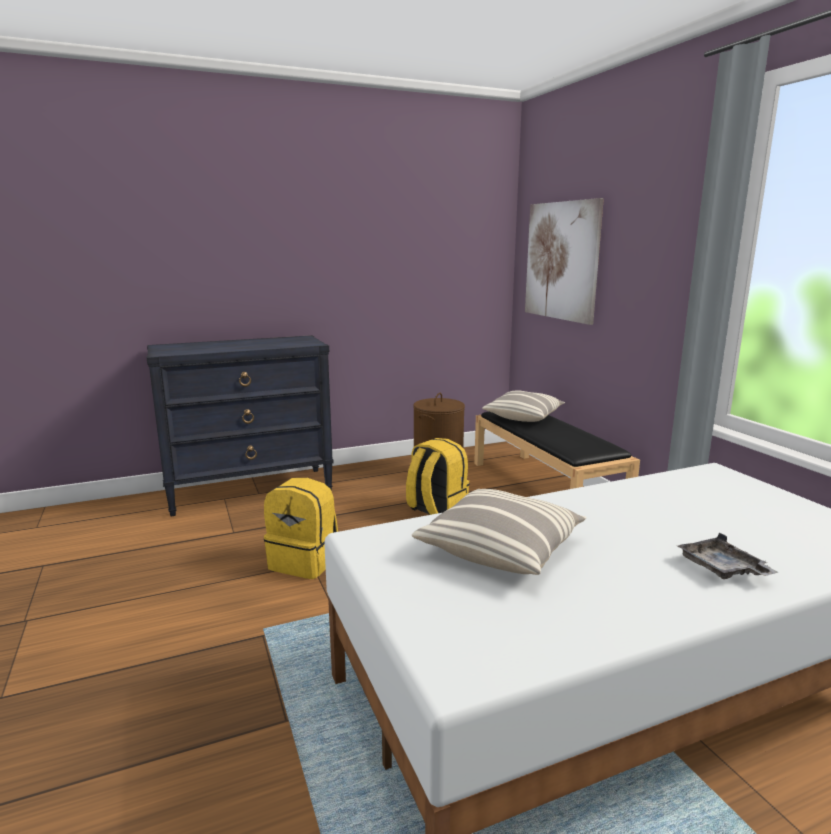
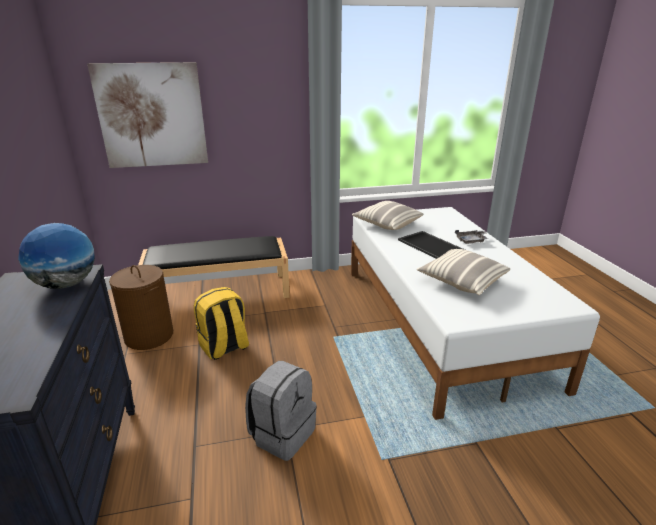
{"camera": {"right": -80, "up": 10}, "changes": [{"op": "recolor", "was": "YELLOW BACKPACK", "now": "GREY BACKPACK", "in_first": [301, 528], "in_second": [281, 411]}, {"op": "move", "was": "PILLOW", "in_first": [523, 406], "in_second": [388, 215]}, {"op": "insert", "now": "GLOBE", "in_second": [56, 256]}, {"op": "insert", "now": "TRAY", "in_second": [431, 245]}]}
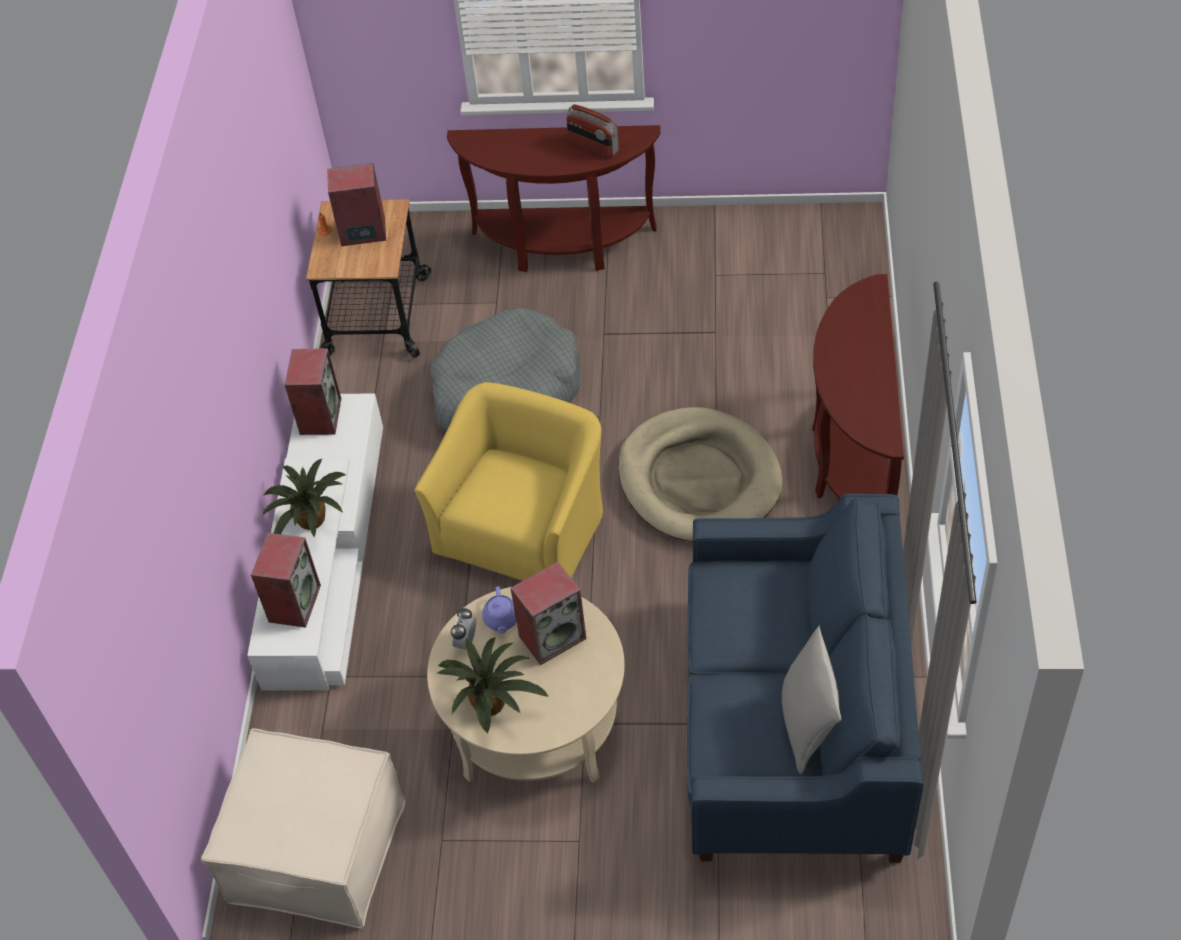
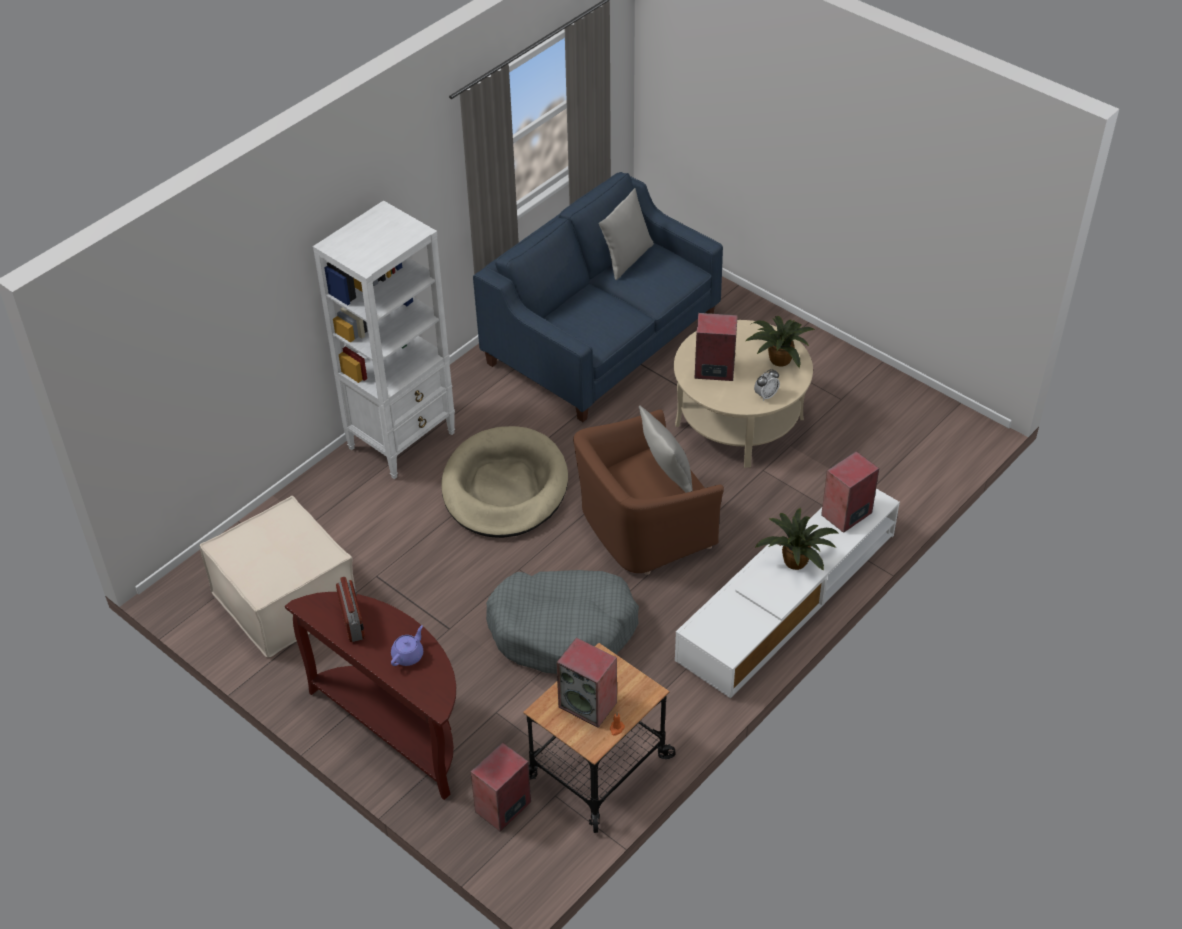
{"camera": {"right": -145, "up": -5}, "changes": [{"op": "move", "was": "BEIGE OTTOMAN", "in_first": [303, 828], "in_second": [277, 576]}, {"op": "move", "was": "SPEAKER", "in_first": [313, 391], "in_second": [501, 787]}, {"op": "recolor", "was": "YELLOW ARMCHAIR", "now": "BROWN ARMCHAIR", "in_first": [508, 481], "in_second": [648, 492]}, {"op": "move", "was": "PURPLE TEAPOT", "in_first": [499, 609], "in_second": [407, 645]}, {"op": "replace", "was": "BROWN CONSOLE TABLE", "now": "WHITE BOOKCASE", "in_first": [858, 386], "in_second": [384, 339]}, {"op": "insert", "now": "GREY PILLOW", "in_second": [665, 449]}]}
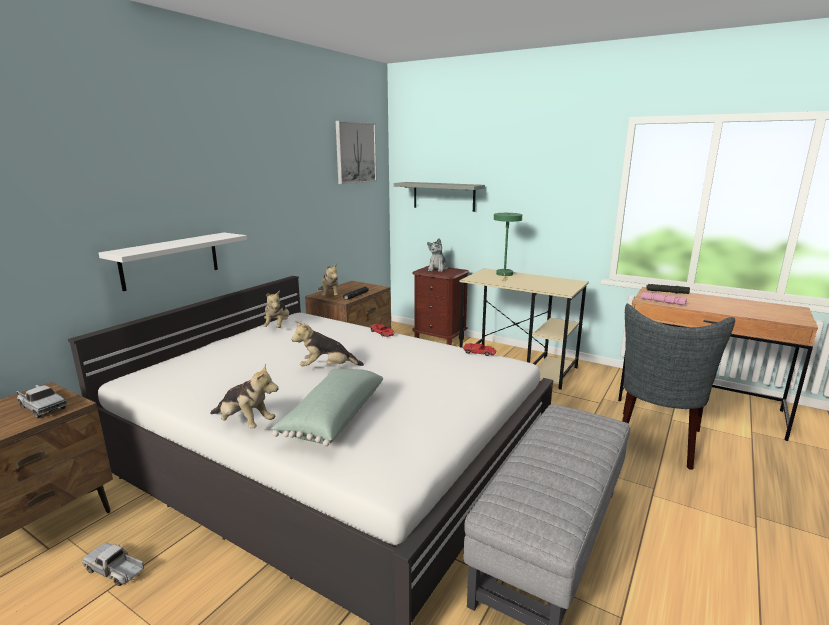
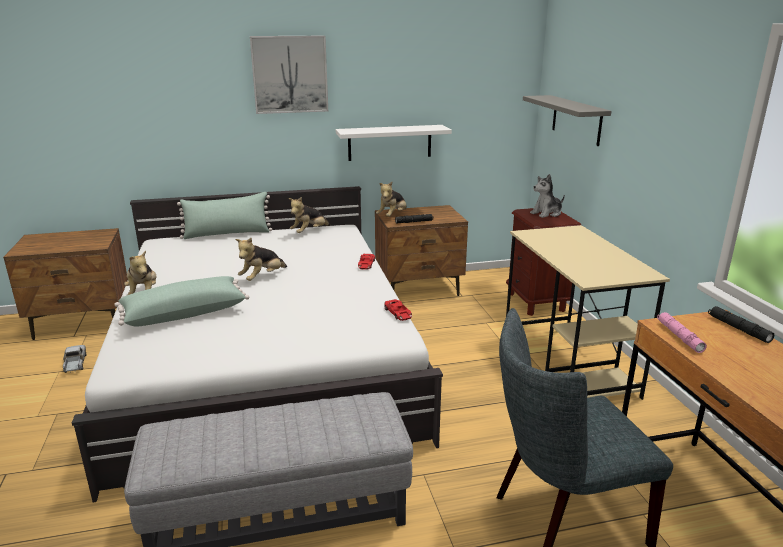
{"camera": {"right": 45, "up": 5}, "changes": [{"op": "delete", "was": "TOY TRUCK", "in_first": [42, 401]}, {"op": "move", "was": "WHITE SHELF", "in_first": [173, 261], "in_second": [394, 143]}, {"op": "rotate", "was": "PLUSH TOY", "in_first": [327, 343], "in_second": [261, 259], "clockwise": -90}, {"op": "move", "was": "PICTURE", "in_first": [356, 152], "in_second": [289, 75]}, {"op": "delete", "was": "GREEN TABLE LAMP", "in_first": [508, 247]}, {"op": "insert", "now": "GREEN PILLOW", "in_second": [224, 215]}]}
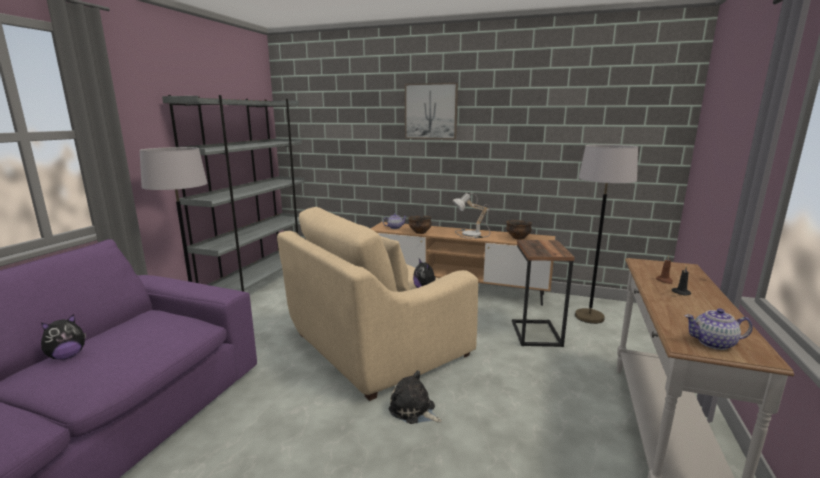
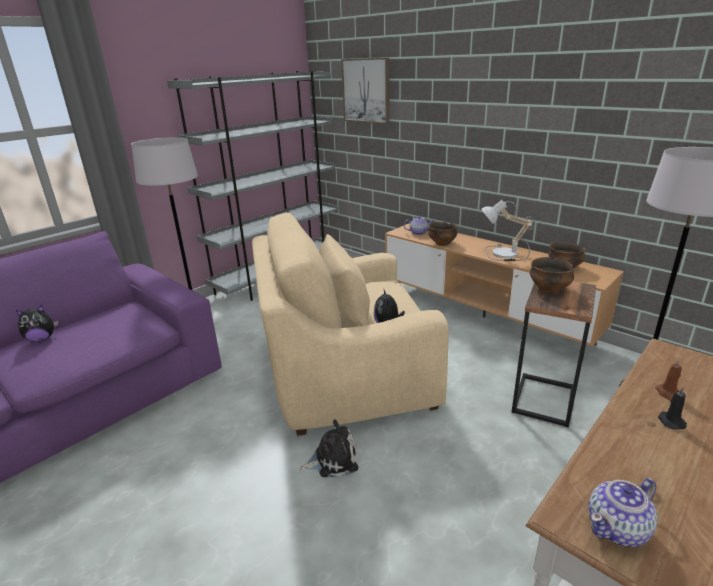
{"camera": {"right": 25, "up": 10}, "changes": [{"op": "rotate", "was": "PLUSH TOY", "in_first": [415, 397], "in_second": [329, 448], "clockwise": 105}, {"op": "move", "was": "PICTURE", "in_first": [431, 111], "in_second": [365, 91]}, {"op": "rotate", "was": "TEAPOT", "in_first": [719, 329], "in_second": [623, 512], "clockwise": -60}, {"op": "insert", "now": "BOWL", "in_second": [552, 275]}]}
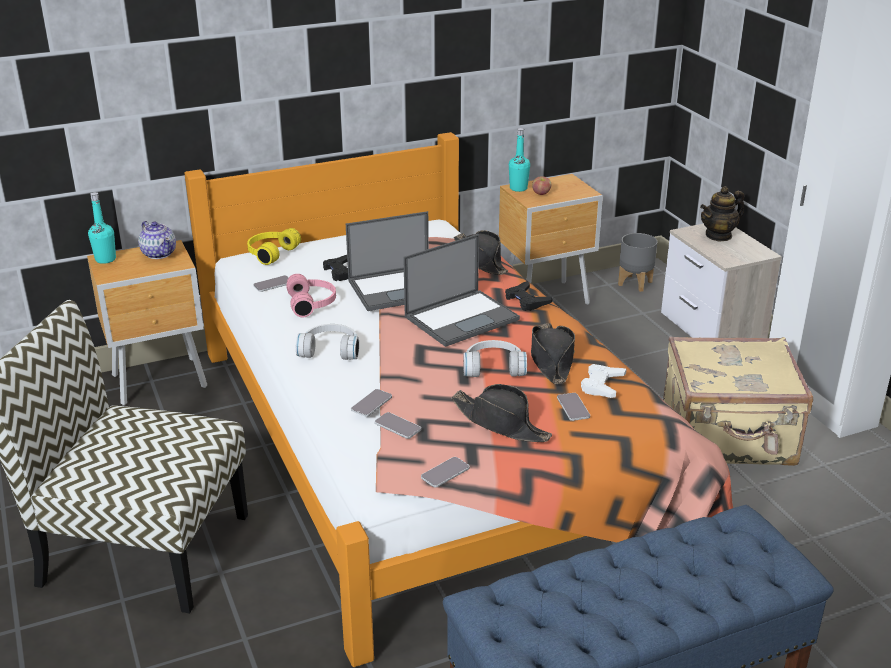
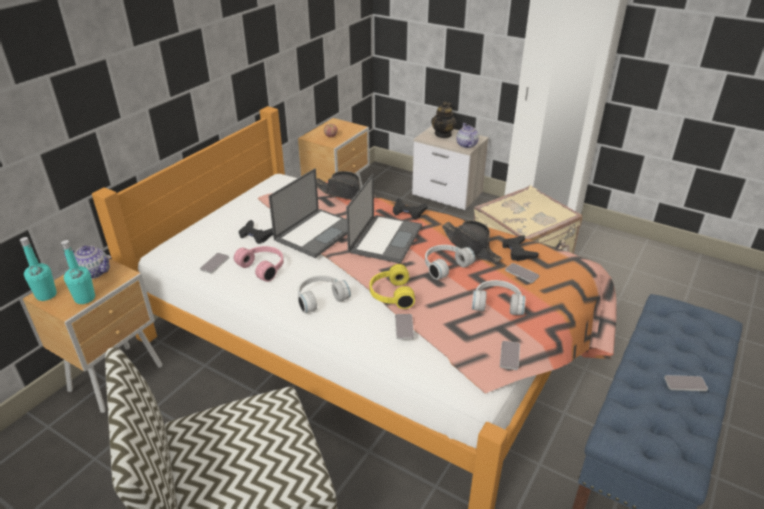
{"camera": {"right": -35, "up": 5}, "changes": [{"op": "move", "was": "YELLOW HEADPHONES", "in_first": [274, 246], "in_second": [392, 286]}, {"op": "move", "was": "PHONE", "in_first": [398, 425], "in_second": [686, 383]}, {"op": "replace", "was": "BLACK HAT", "now": "WHITE HEADPHONES", "in_first": [501, 413], "in_second": [498, 297]}, {"op": "move", "was": "TURQUOISE BOTTLE", "in_first": [519, 160], "in_second": [78, 272]}, {"op": "recolor", "was": "WHITE GAME CONTROLLER", "now": "BLACK GAME CONTROLLER", "in_first": [604, 381], "in_second": [520, 248]}, {"op": "delete", "was": "GREY PLANTER", "in_first": [637, 262]}, {"op": "insert", "now": "TEAPOT", "in_second": [467, 135]}]}
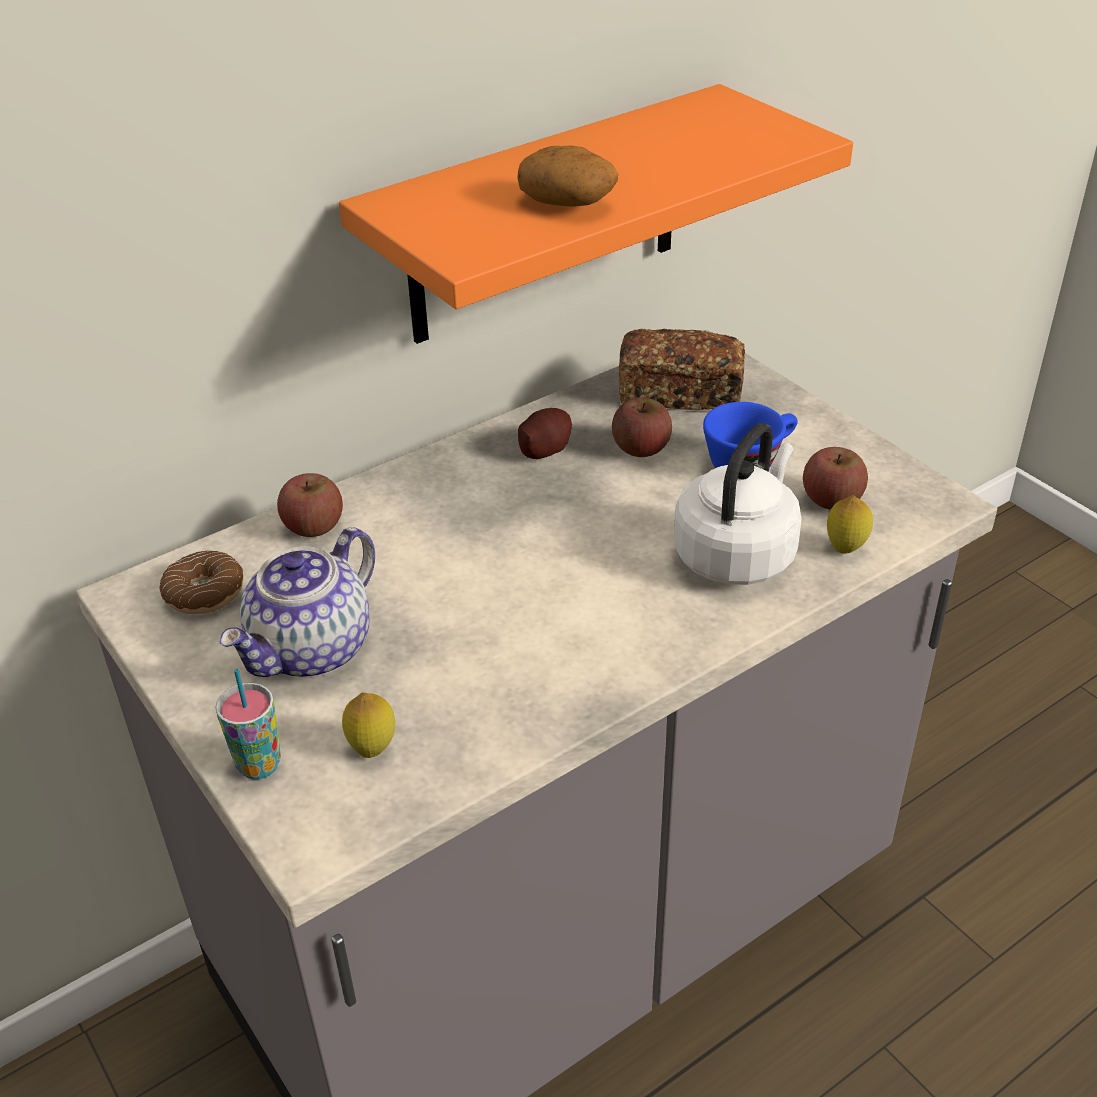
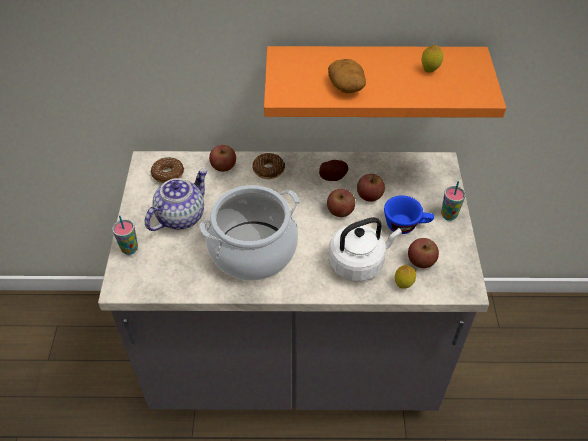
{"camera": {"right": 35, "up": 10}, "changes": [{"op": "rotate", "was": "TEAPOT", "in_first": [297, 602], "in_second": [176, 200], "clockwise": 150}, {"op": "move", "was": "LEMON", "in_first": [368, 725], "in_second": [432, 58]}, {"op": "delete", "was": "BREAD", "in_first": [682, 369]}, {"op": "insert", "now": "COOKING POT", "in_second": [249, 233]}, {"op": "insert", "now": "DONUT", "in_second": [268, 166]}, {"op": "insert", "now": "APPLE", "in_second": [341, 203]}, {"op": "insert", "now": "CUP", "in_second": [453, 201]}]}
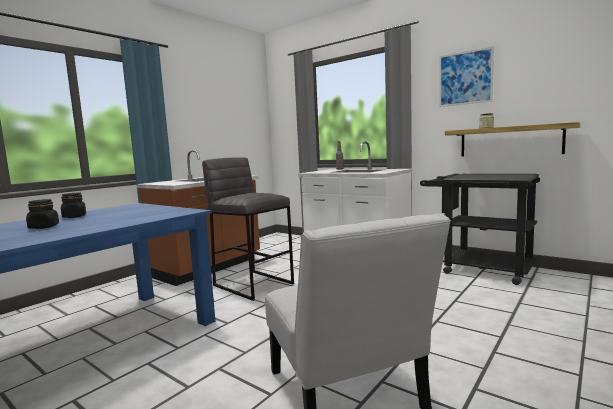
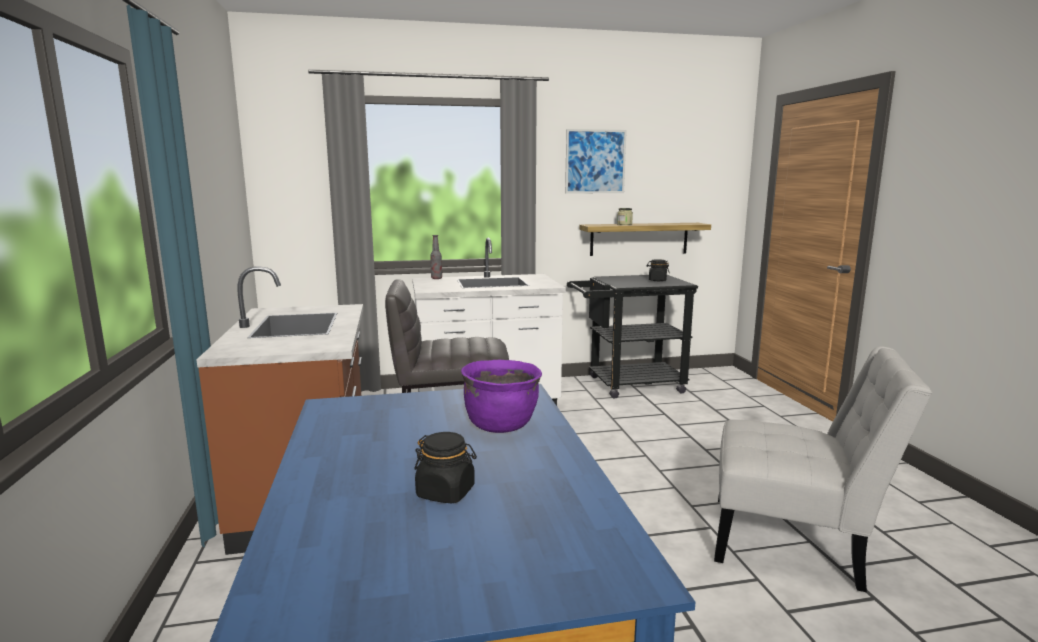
{"camera": {"right": -50, "up": 5}, "changes": [{"op": "move", "was": "BLACK JAR", "in_first": [73, 205], "in_second": [658, 270]}, {"op": "insert", "now": "PURPLE COOKING POT", "in_second": [501, 396]}]}
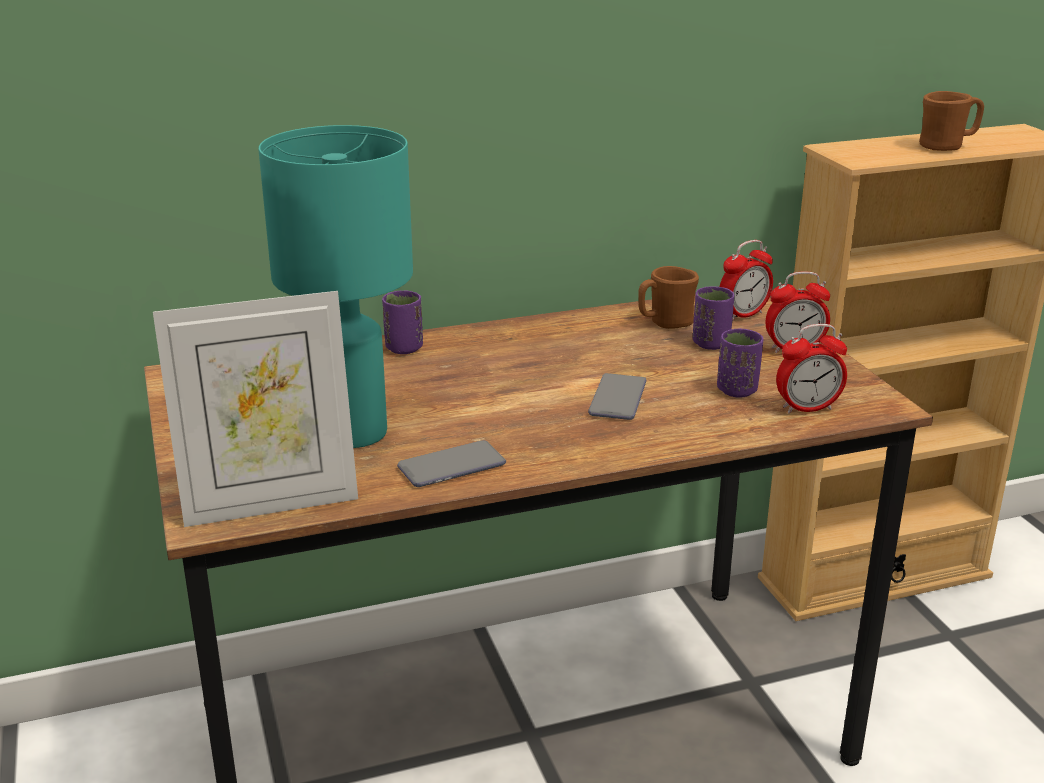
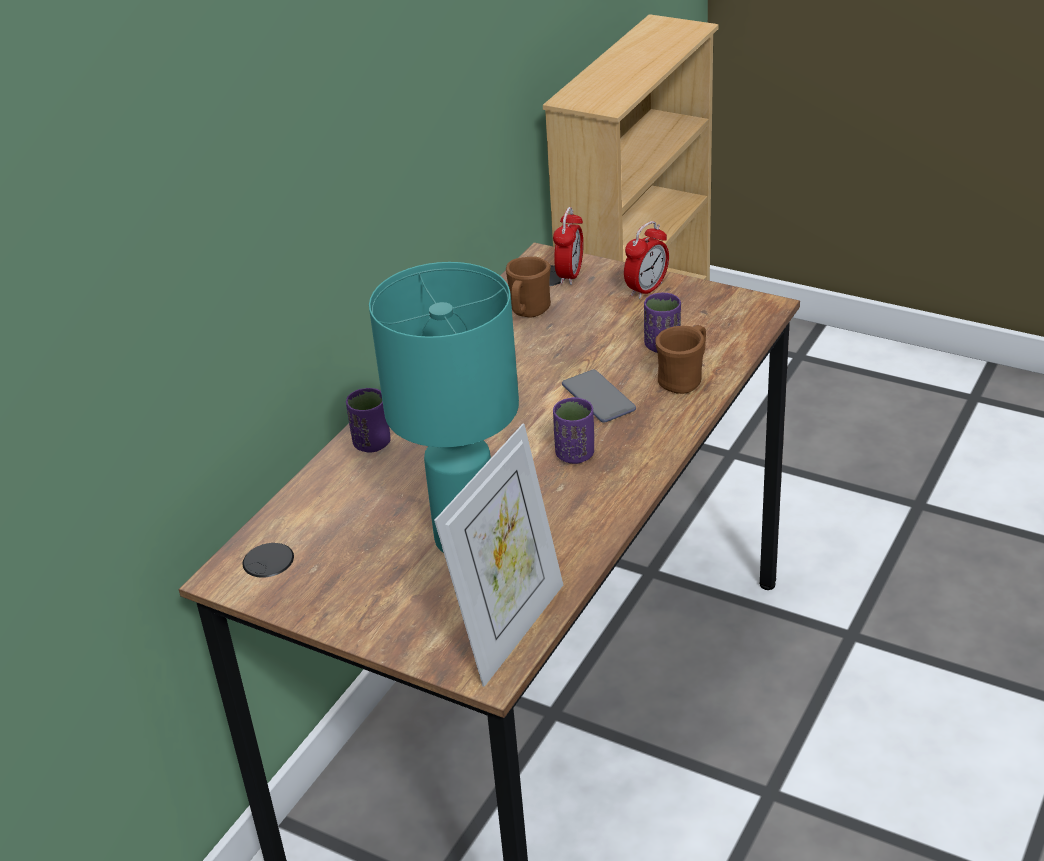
{"camera": {"right": -40, "up": 10}, "changes": [{"op": "delete", "was": "PHONE", "in_first": [451, 463]}, {"op": "move", "was": "PURPLE CUP", "in_first": [713, 318], "in_second": [573, 430]}, {"op": "delete", "was": "ALARM CLOCK", "in_first": [811, 369]}, {"op": "move", "was": "BROWN MUG", "in_first": [951, 121], "in_second": [680, 359]}]}
